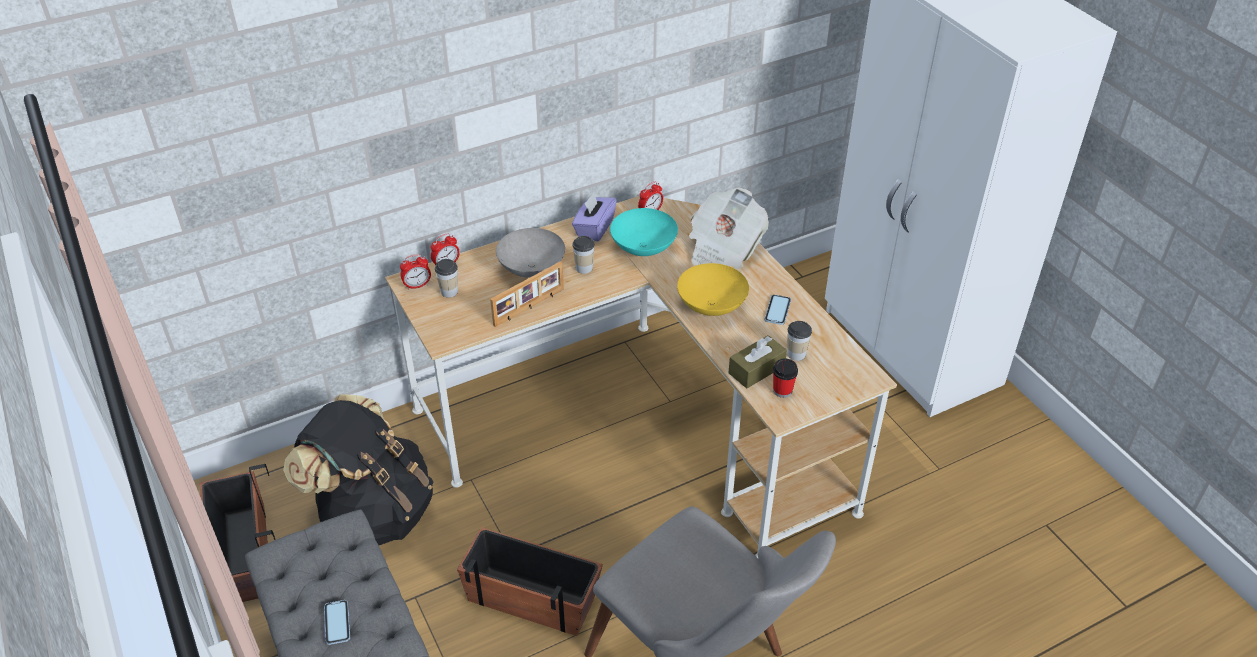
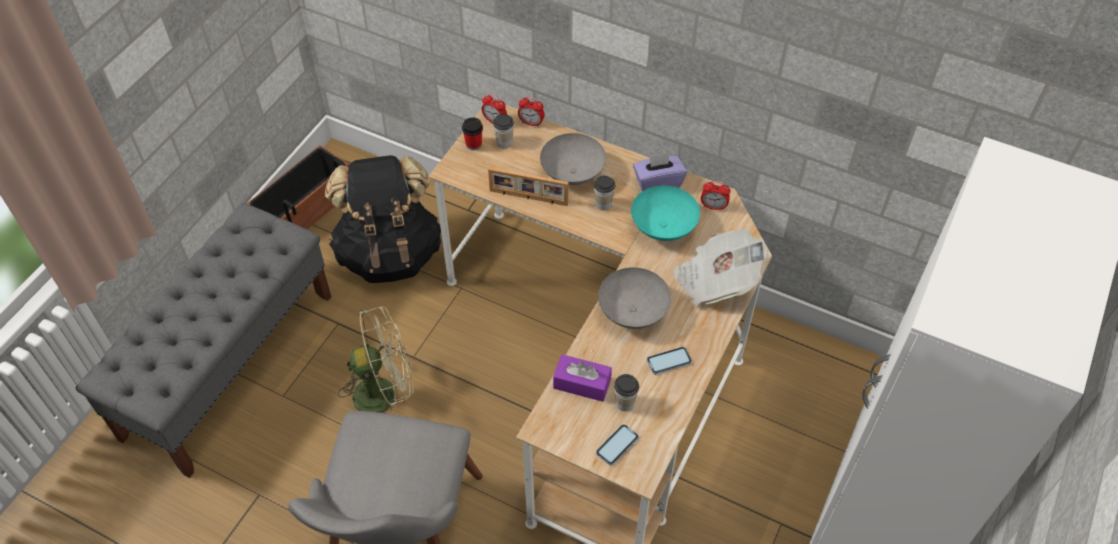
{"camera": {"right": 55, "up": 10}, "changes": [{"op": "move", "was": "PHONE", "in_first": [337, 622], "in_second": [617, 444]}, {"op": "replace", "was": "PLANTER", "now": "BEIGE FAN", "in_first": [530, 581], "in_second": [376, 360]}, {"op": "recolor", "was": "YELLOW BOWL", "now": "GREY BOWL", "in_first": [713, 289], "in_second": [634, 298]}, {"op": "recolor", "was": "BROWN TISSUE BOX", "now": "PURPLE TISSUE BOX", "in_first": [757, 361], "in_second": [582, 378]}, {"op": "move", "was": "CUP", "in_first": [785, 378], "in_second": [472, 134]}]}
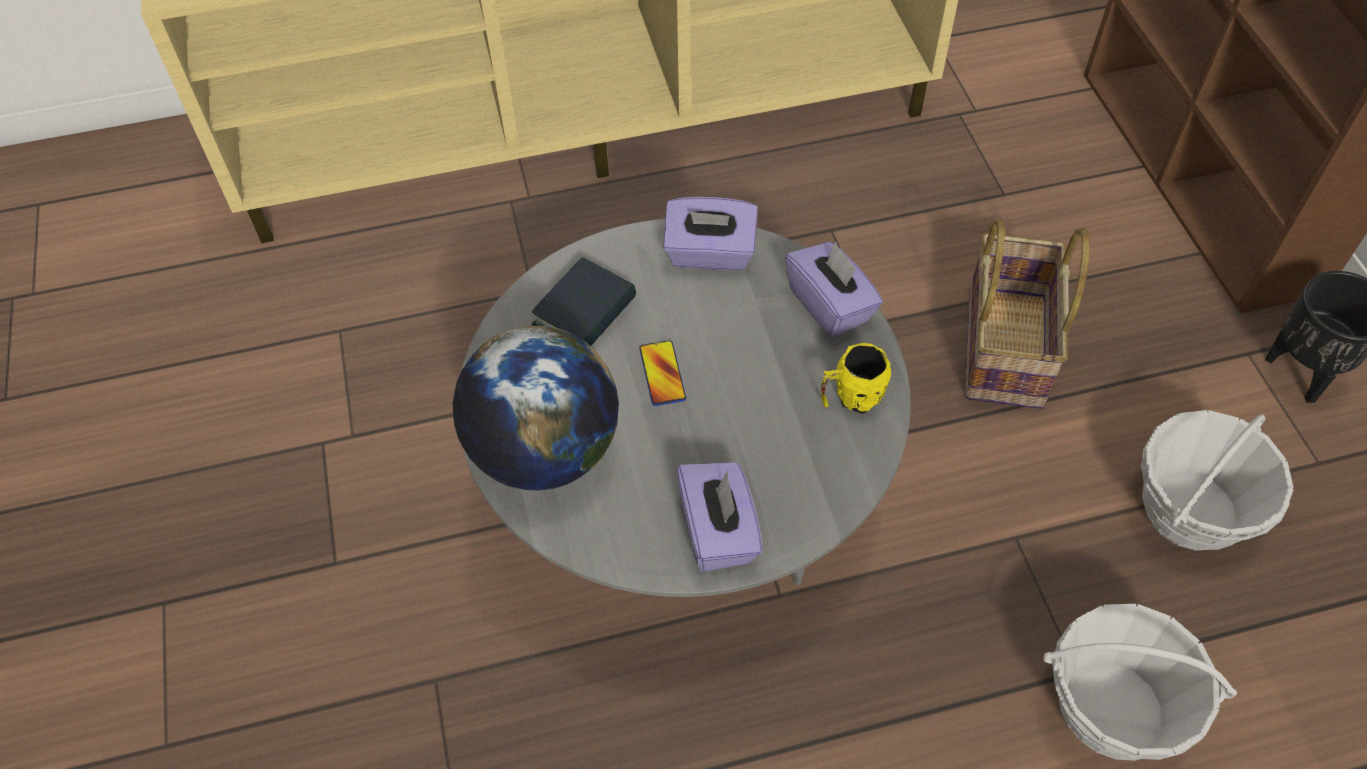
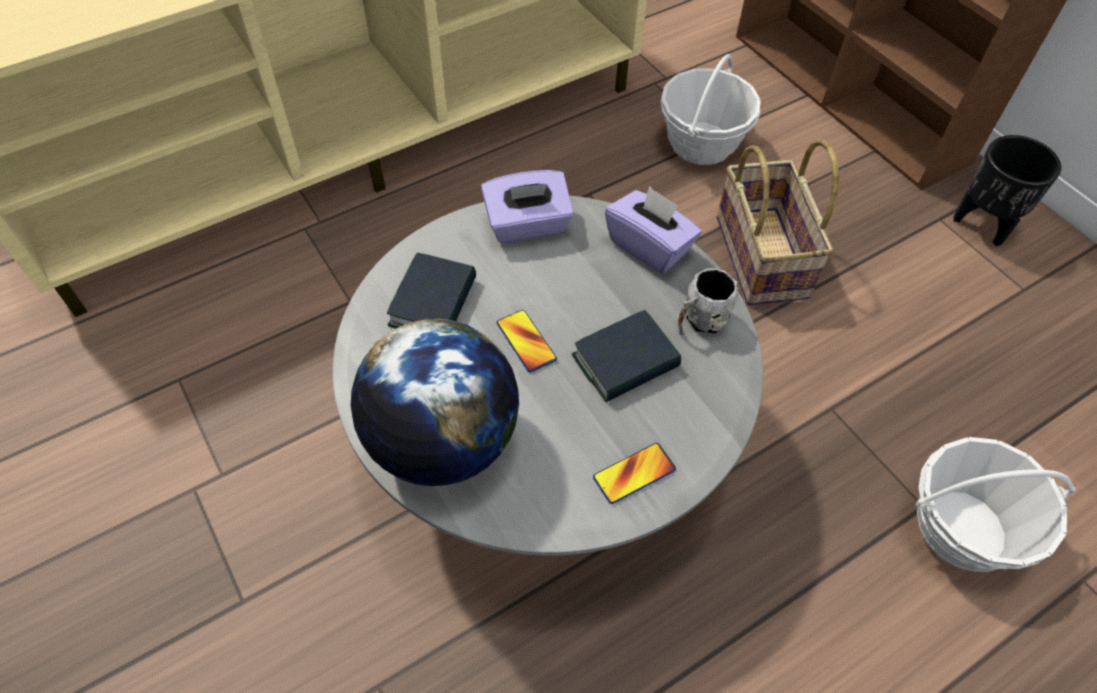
{"camera": {"right": -20, "up": 0}, "changes": [{"op": "replace", "was": "PURPLE TISSUE BOX", "now": "PHONE", "in_first": [719, 517], "in_second": [634, 473]}, {"op": "recolor", "was": "YELLOW MUG", "now": "GREY MUG", "in_first": [856, 378], "in_second": [708, 301]}, {"op": "move", "was": "BASKET", "in_first": [1217, 480], "in_second": [711, 109]}, {"op": "insert", "now": "BOOK", "in_second": [626, 356]}]}
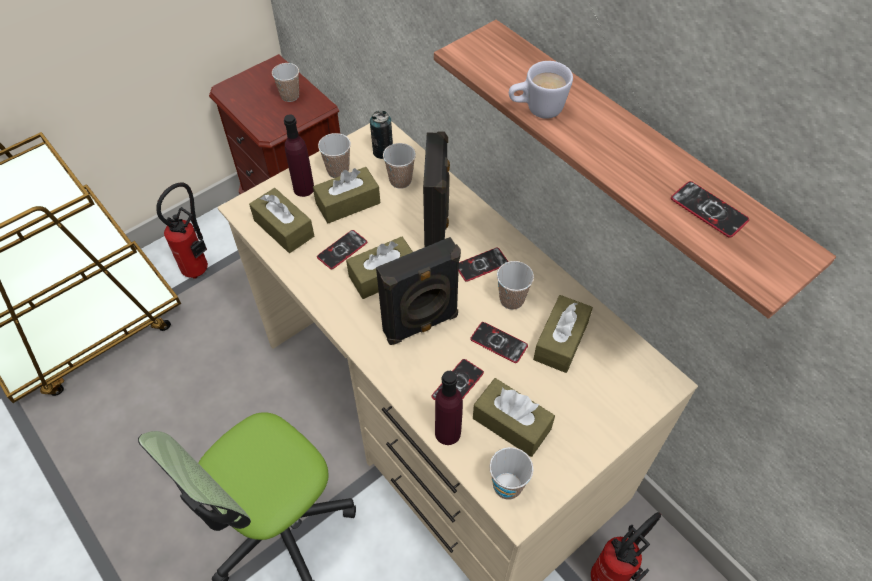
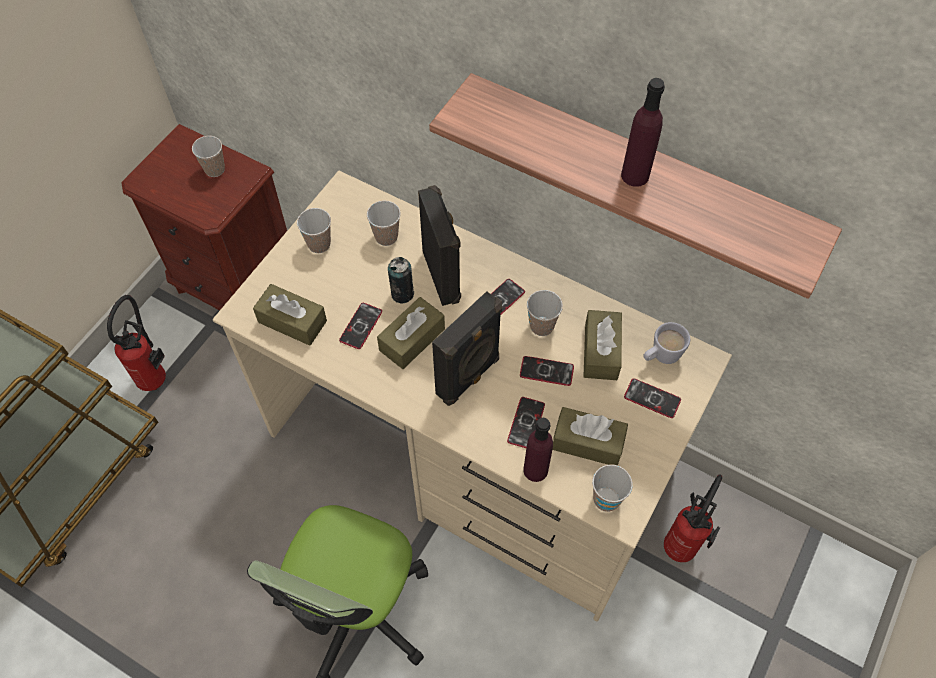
{"camera": {"right": -20, "up": 5}, "changes": [{"op": "move", "was": "PURPLE BOTTLE", "in_first": [299, 156], "in_second": [643, 132]}, {"op": "delete", "was": "BROWN TISSUE BOX", "in_first": [346, 195]}, {"op": "move", "was": "CAN", "in_first": [381, 135], "in_second": [401, 280]}, {"op": "move", "was": "WHITE MUG", "in_first": [541, 90], "in_second": [666, 343]}, {"op": "move", "was": "PHONE", "in_first": [710, 209], "in_second": [652, 398]}]}
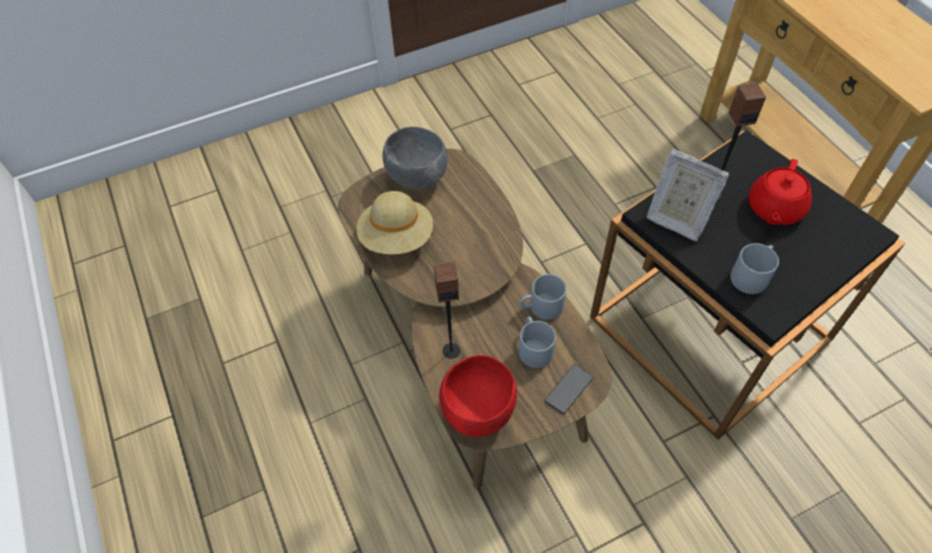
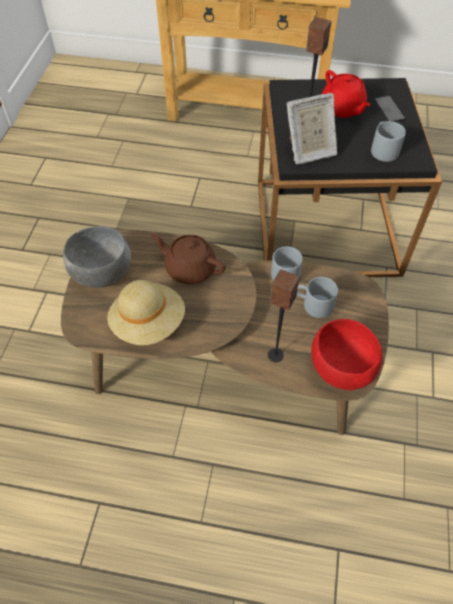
{"camera": {"right": -55, "up": 0}, "changes": [{"op": "move", "was": "PHONE", "in_first": [569, 389], "in_second": [389, 109]}, {"op": "insert", "now": "BROWN TEAPOT", "in_second": [188, 258]}]}
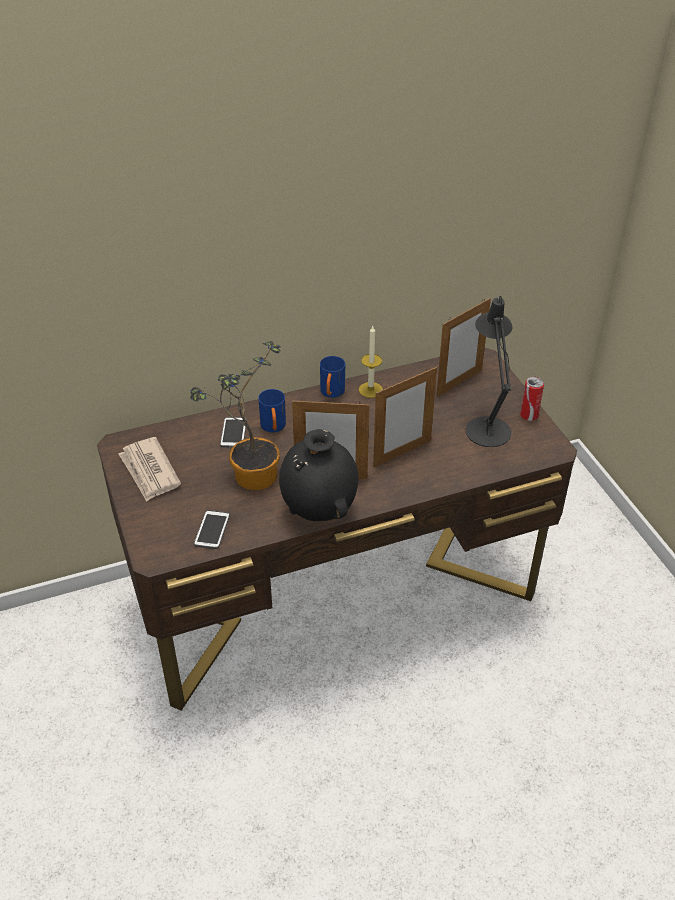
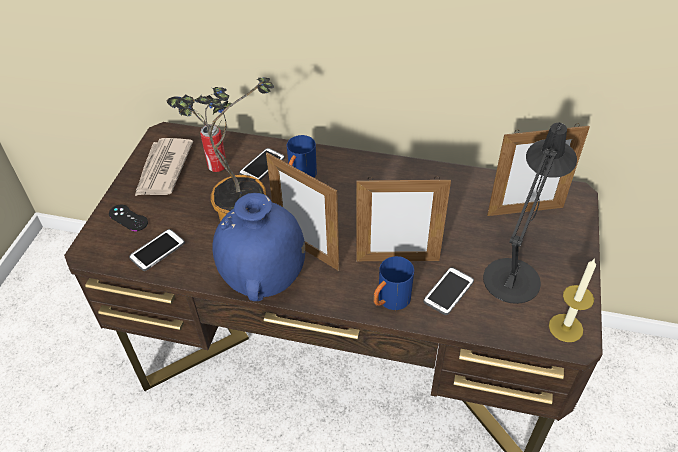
{"camera": {"right": 35, "up": 5}, "changes": [{"op": "recolor", "was": "BLACK VASE", "now": "BLUE VASE", "in_first": [319, 475], "in_second": [258, 247]}, {"op": "move", "was": "BLUE MUG", "in_first": [332, 377], "in_second": [393, 283]}, {"op": "move", "was": "CANDLE", "in_first": [371, 362], "in_second": [572, 300]}, {"op": "move", "was": "CAN", "in_first": [532, 398], "in_second": [213, 148]}, {"op": "insert", "now": "BLACK GAME CONTROLLER", "in_second": [128, 218]}, {"op": "insert", "now": "PHONE", "in_second": [448, 291]}]}
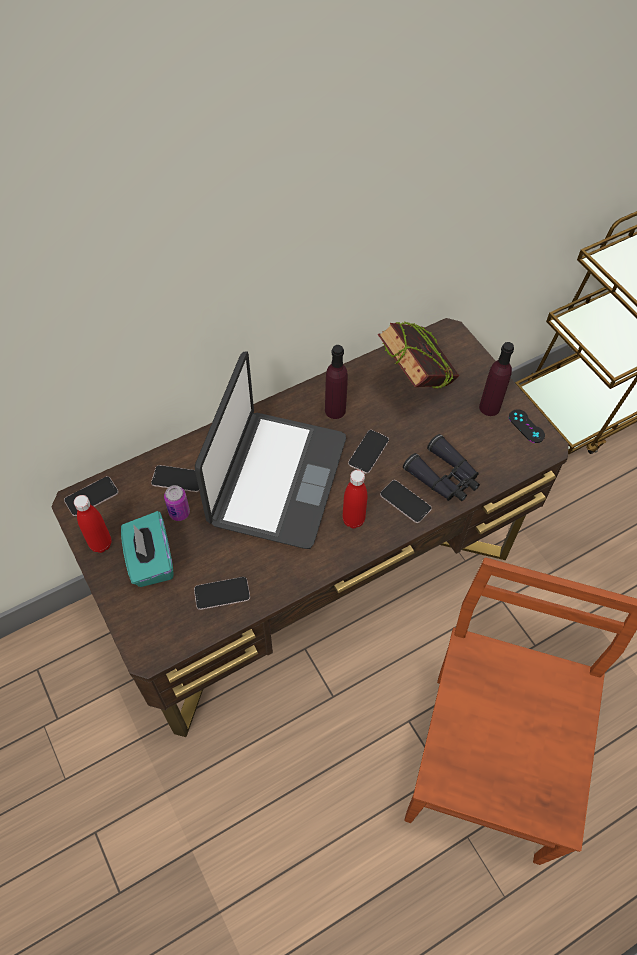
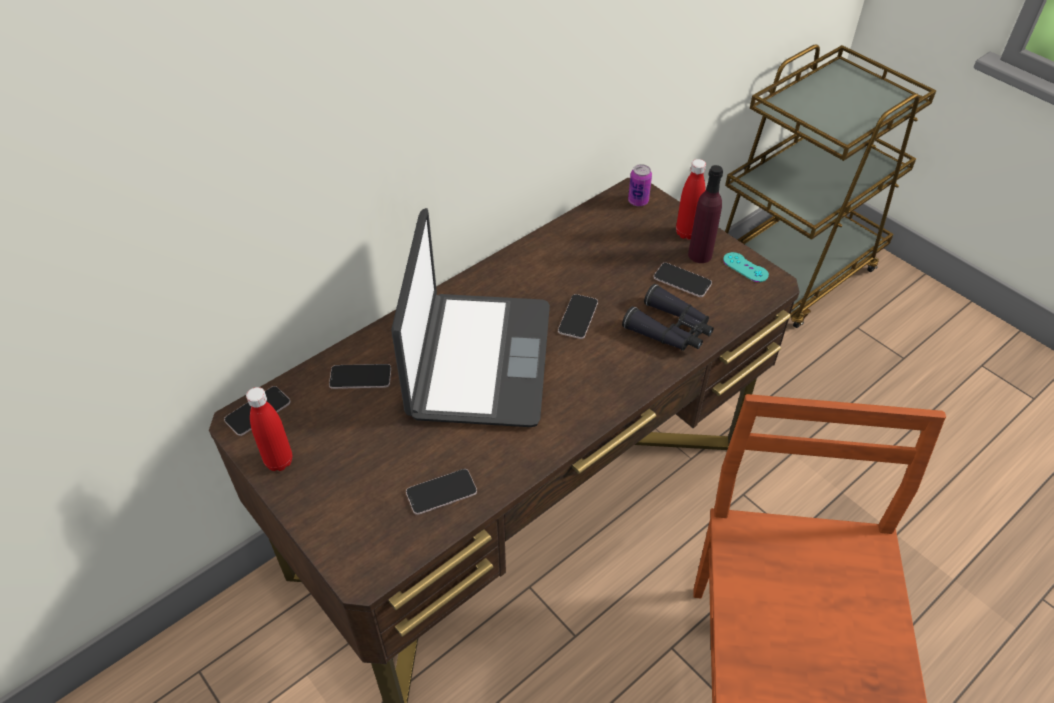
{"camera": {"right": -10, "up": -10}, "changes": [{"op": "delete", "was": "TURQUOISE TISSUE BOX", "in_first": [147, 549]}, {"op": "move", "was": "CAN", "in_first": [177, 503], "in_second": [640, 185]}, {"op": "delete", "was": "PURPLE BOTTLE", "in_first": [336, 382]}, {"op": "move", "was": "RED BOTTLE", "in_first": [354, 499], "in_second": [691, 199]}, {"op": "delete", "was": "BOOK", "in_first": [418, 355]}, {"op": "move", "was": "PHONE", "in_first": [406, 501], "in_second": [683, 280]}, {"op": "recolor", "was": "BLACK GAME CONTROLLER", "now": "TURQUOISE GAME CONTROLLER", "in_first": [527, 426], "in_second": [746, 267]}]}
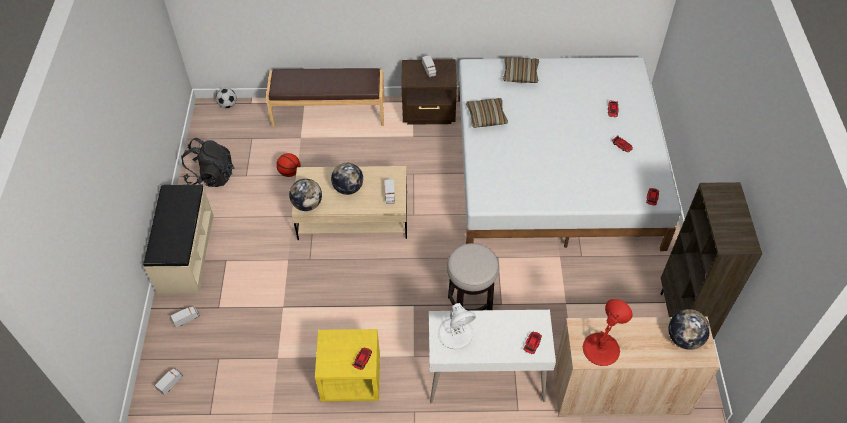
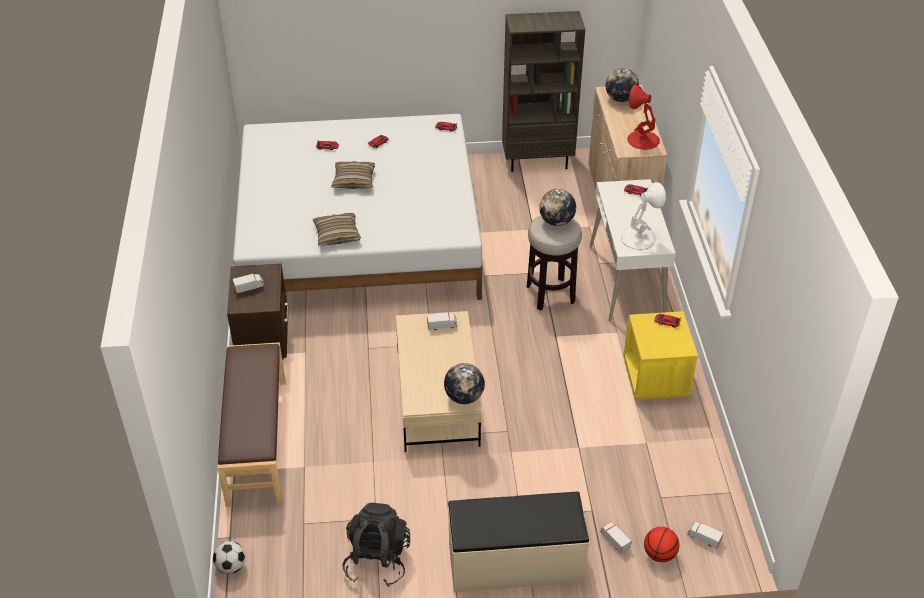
{"camera": {"right": -95, "up": -10}, "changes": [{"op": "move", "was": "BASKETBALL", "in_first": [288, 165], "in_second": [661, 544]}, {"op": "move", "was": "GLOBE", "in_first": [347, 179], "in_second": [557, 207]}, {"op": "move", "was": "PILLOW", "in_first": [521, 70], "in_second": [353, 175]}]}
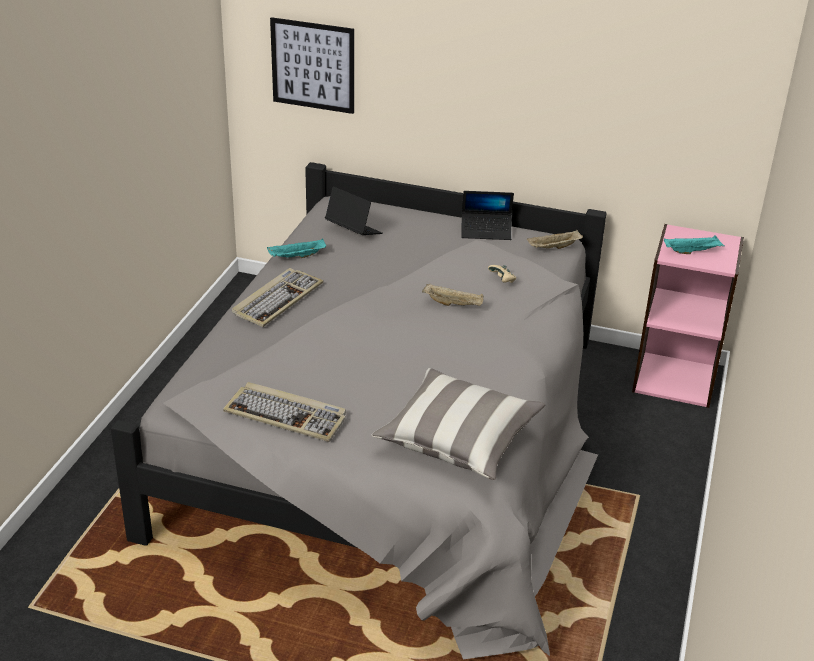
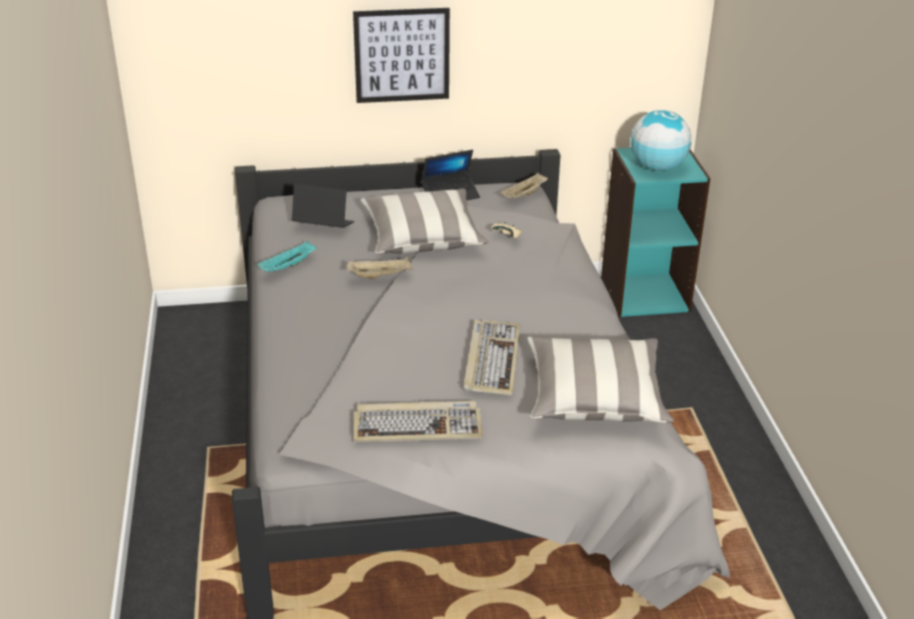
{"camera": {"right": -25, "up": 0}, "changes": [{"op": "move", "was": "KEYBOARD", "in_first": [277, 297], "in_second": [491, 357]}, {"op": "move", "was": "PICTURE", "in_first": [312, 65], "in_second": [401, 55]}, {"op": "move", "was": "BEIGE TRAY", "in_first": [453, 295], "in_second": [379, 268]}, {"op": "recolor", "was": "PINK BOOKCASE", "now": "TURQUOISE BOOKCASE", "in_first": [688, 316], "in_second": [655, 232]}, {"op": "replace", "was": "TURQUOISE TRAY", "now": "GLOBE", "in_first": [694, 244], "in_second": [661, 140]}, {"op": "insert", "now": "PILLOW", "in_second": [424, 221]}]}
